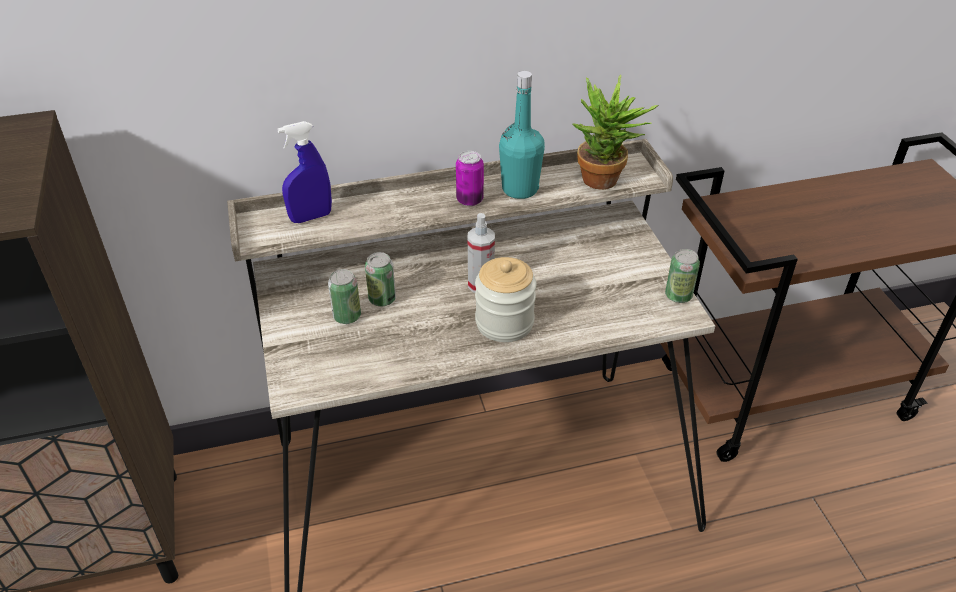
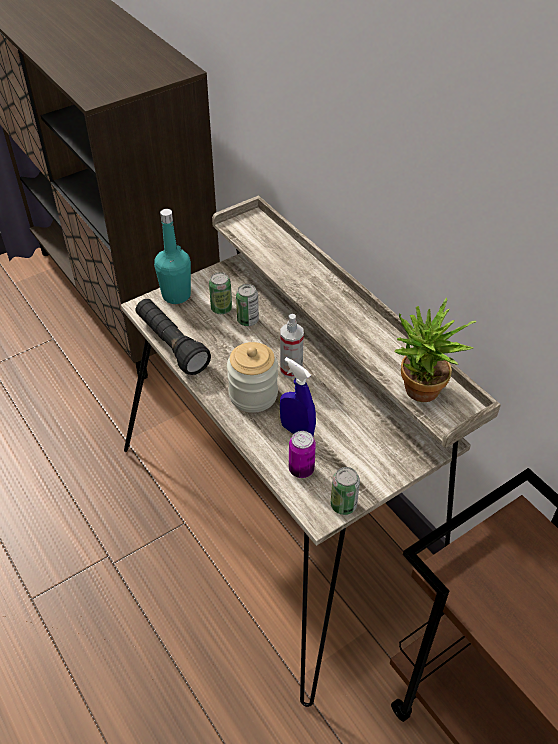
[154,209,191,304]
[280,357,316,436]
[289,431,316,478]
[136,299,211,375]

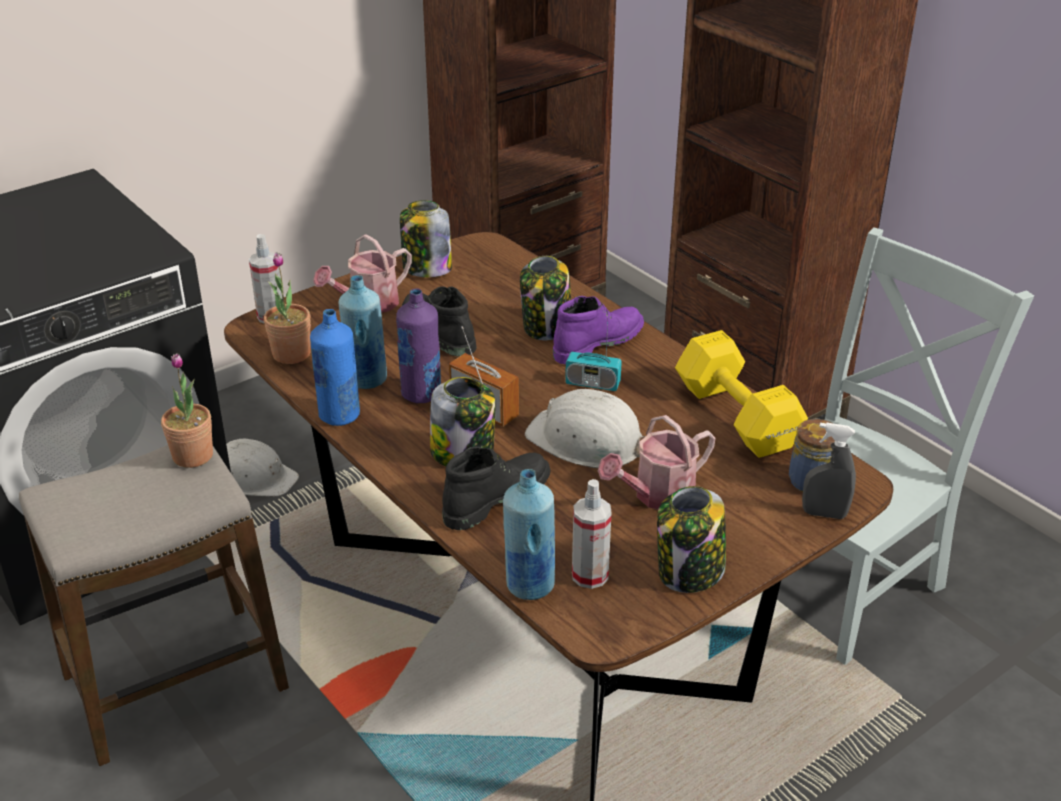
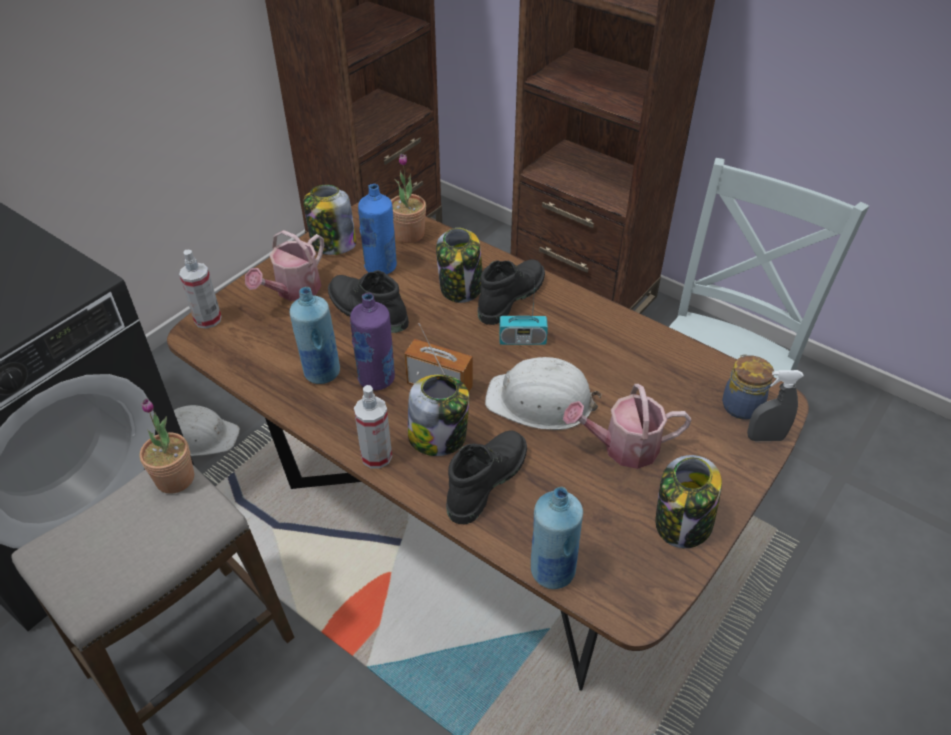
[391,154,426,243]
[478,259,545,325]
[358,184,397,274]
[675,330,808,458] (first image)
[563,384,691,469]
[354,385,392,468]

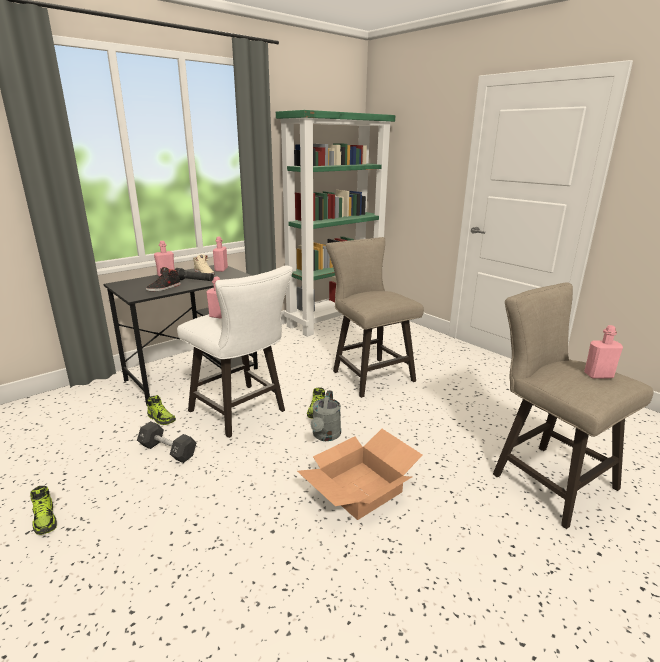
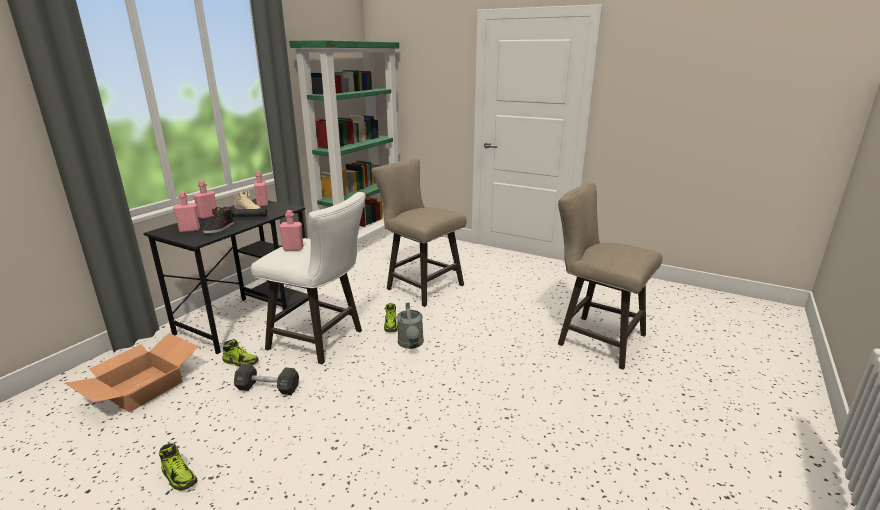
[173,191,200,232]
[65,333,199,413]

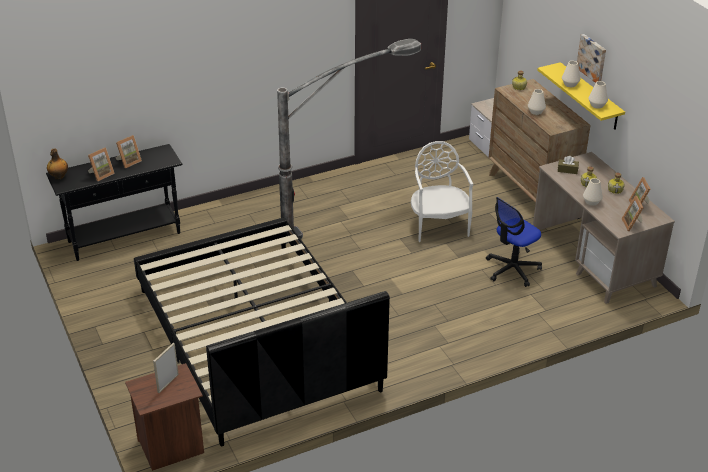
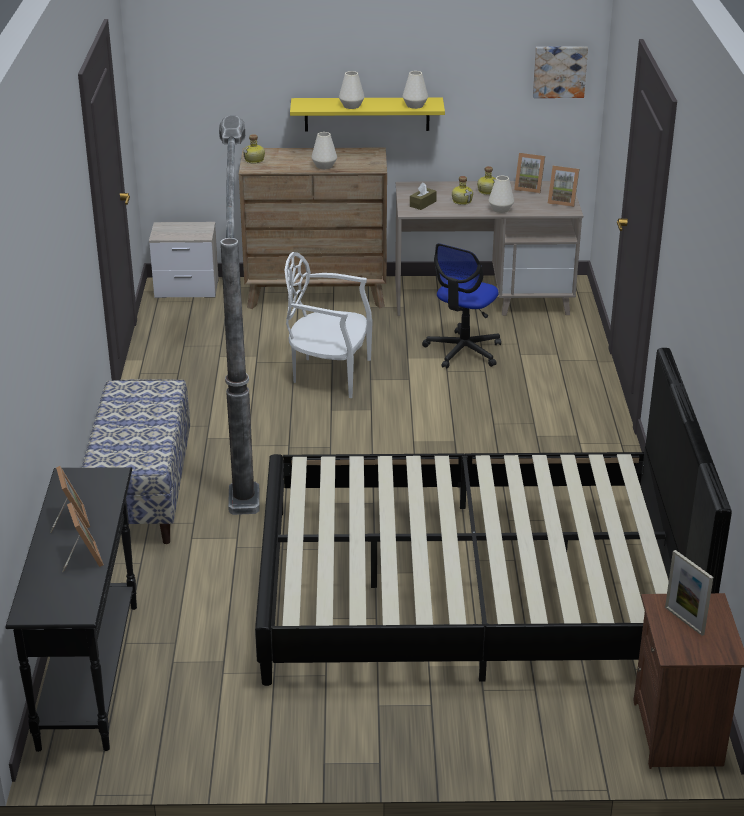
[533,46,588,98]
[47,148,68,179] (first image)
[422,243,501,368]
[82,379,190,544]

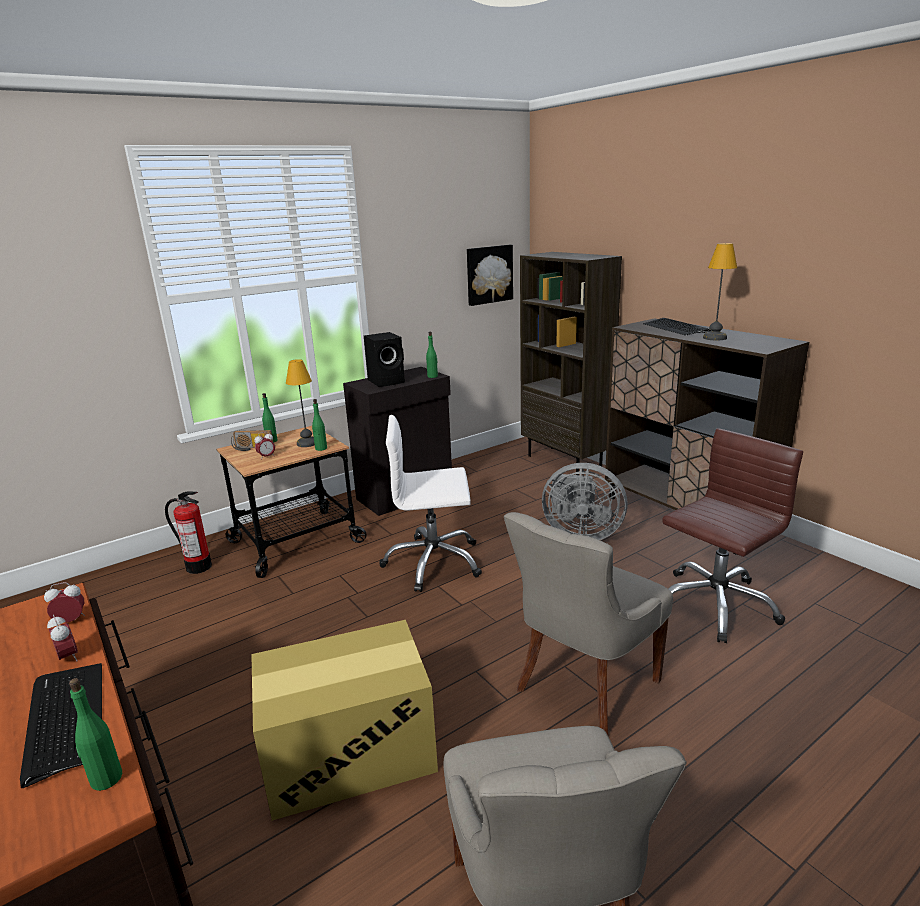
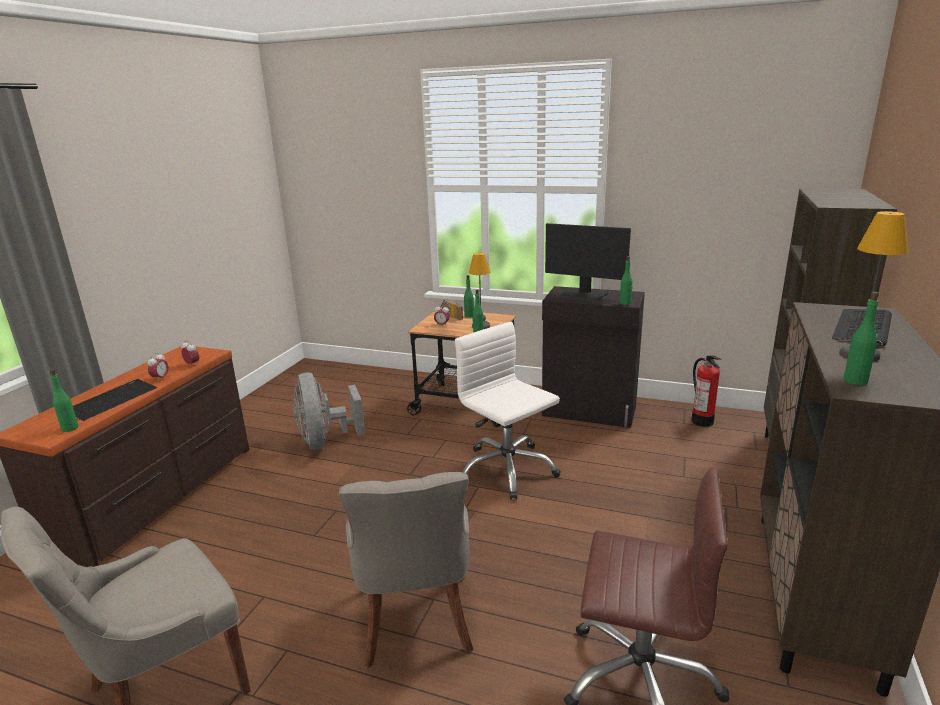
[467,245,513,306] (first image)
[545,223,631,302]
[293,372,365,450]
[692,355,722,427]
[339,472,473,668]
[251,620,438,821] (first image)
[843,292,879,385]

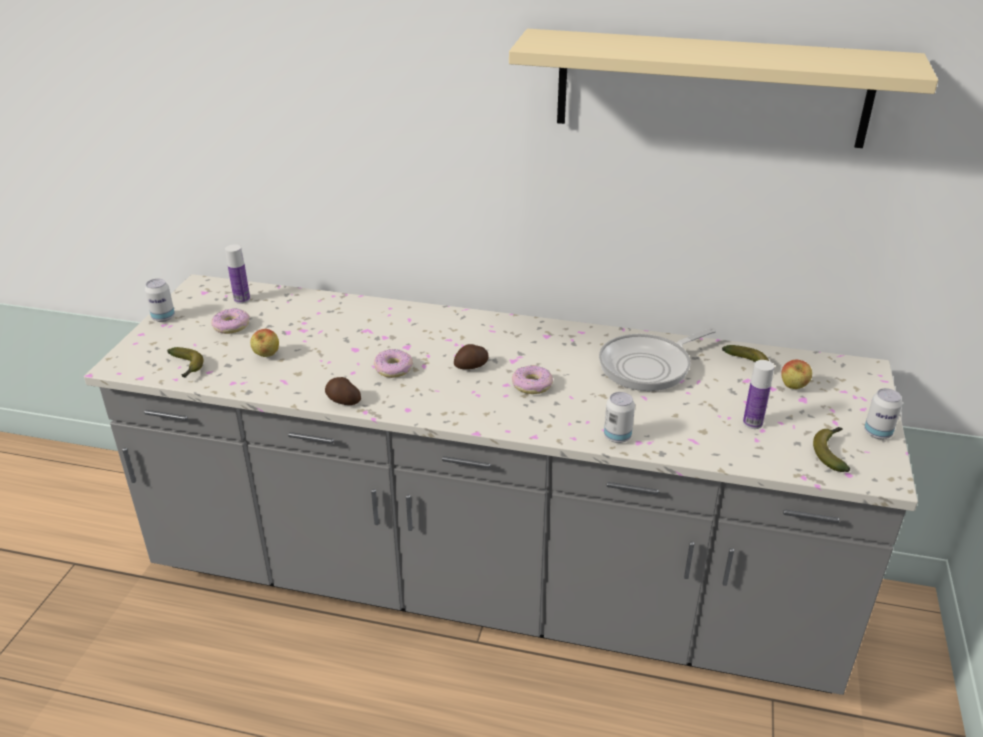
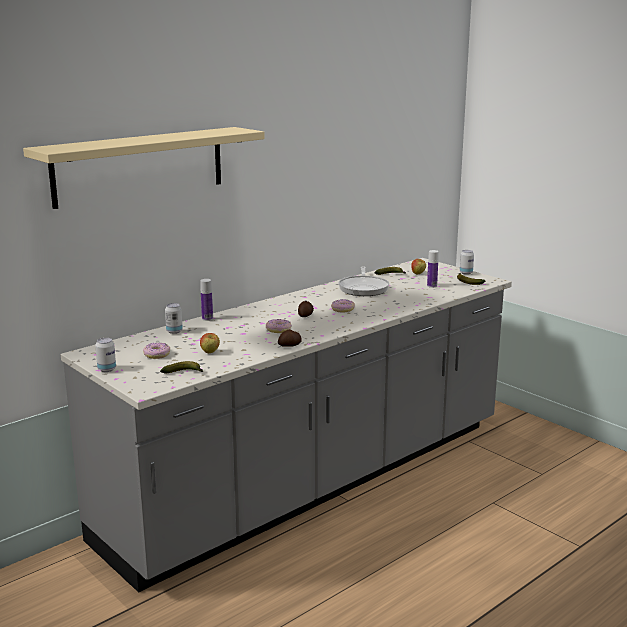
[23,127,265,209]
[200,279,213,321]
[165,303,183,334]

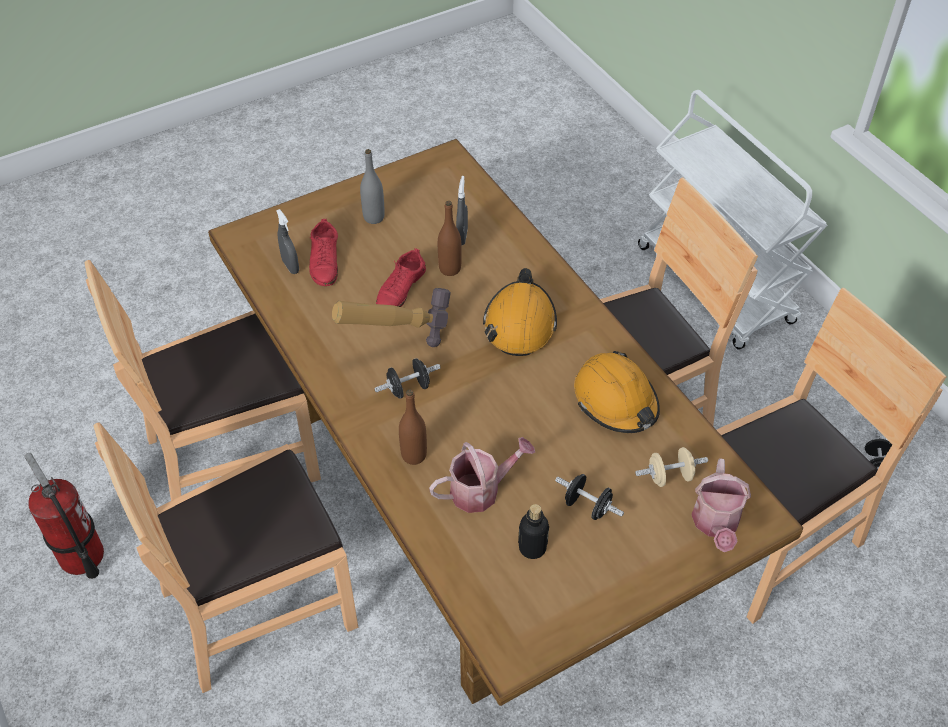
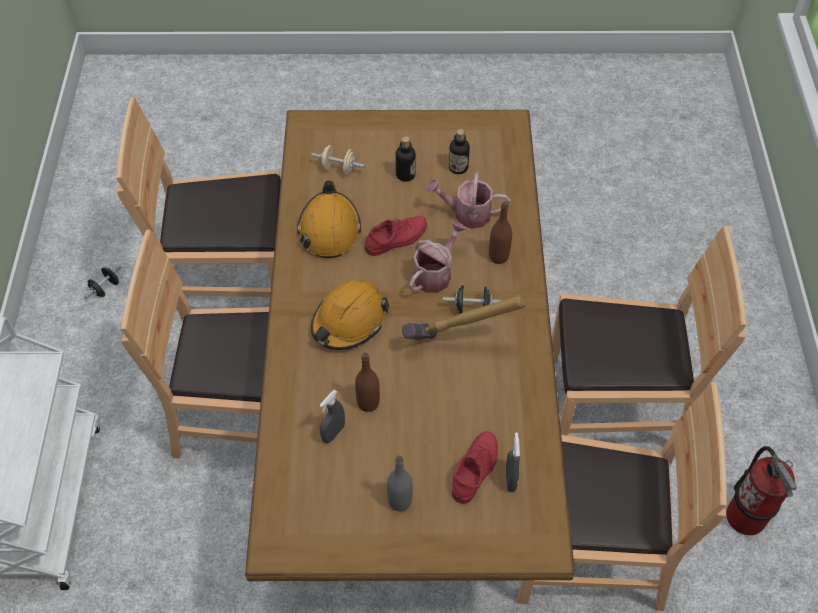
[365,216,427,256]
[409,221,467,293]
[396,136,416,182]

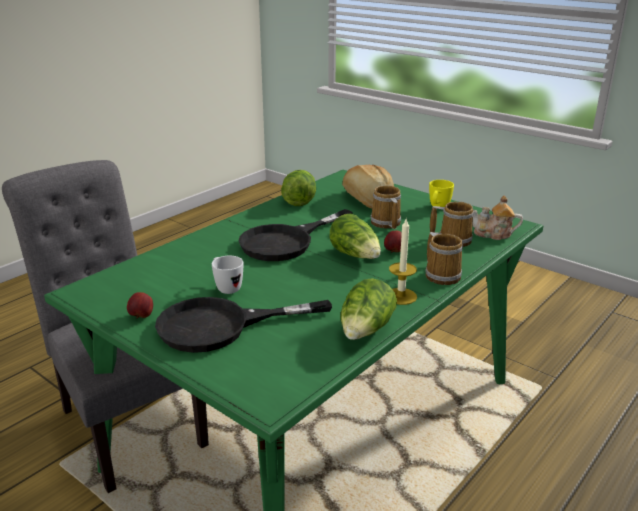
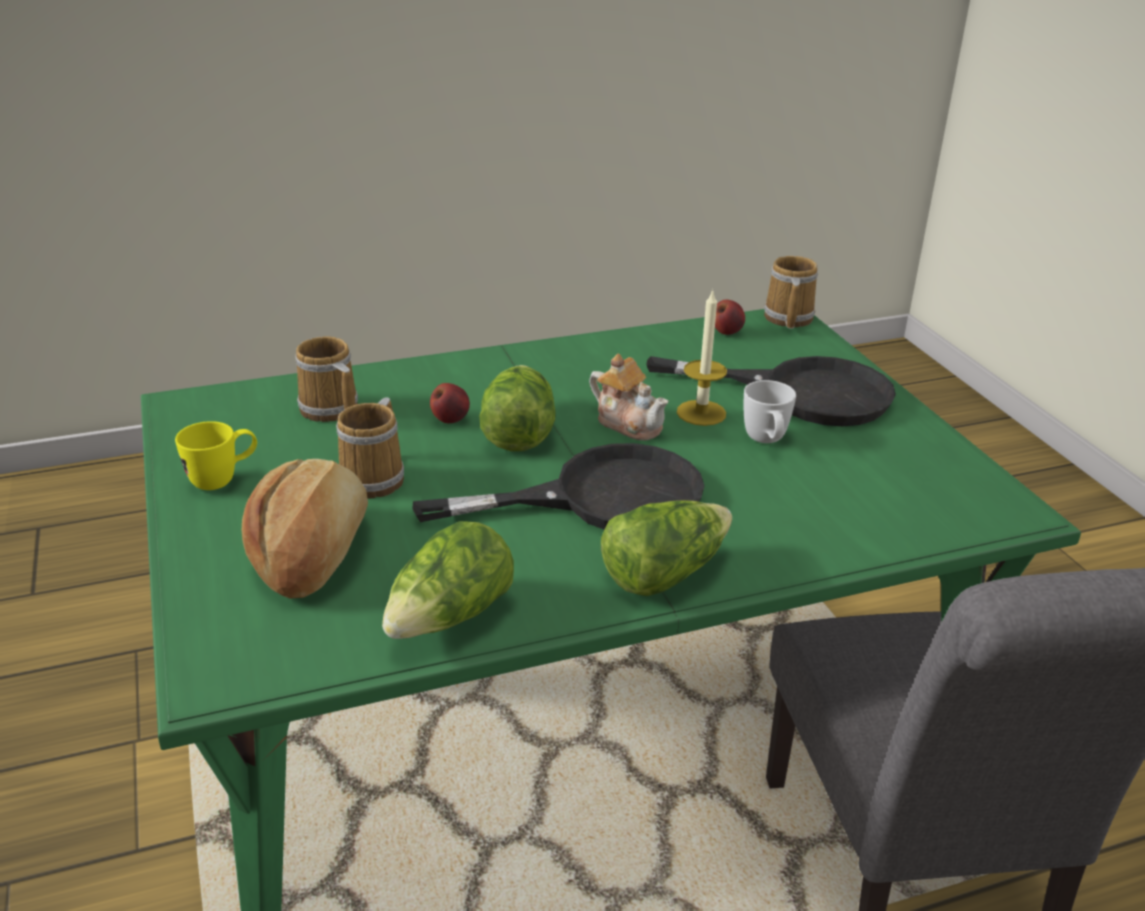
[589,354,669,441]
[677,289,727,426]
[764,256,818,329]
[601,500,732,596]
[715,299,745,335]

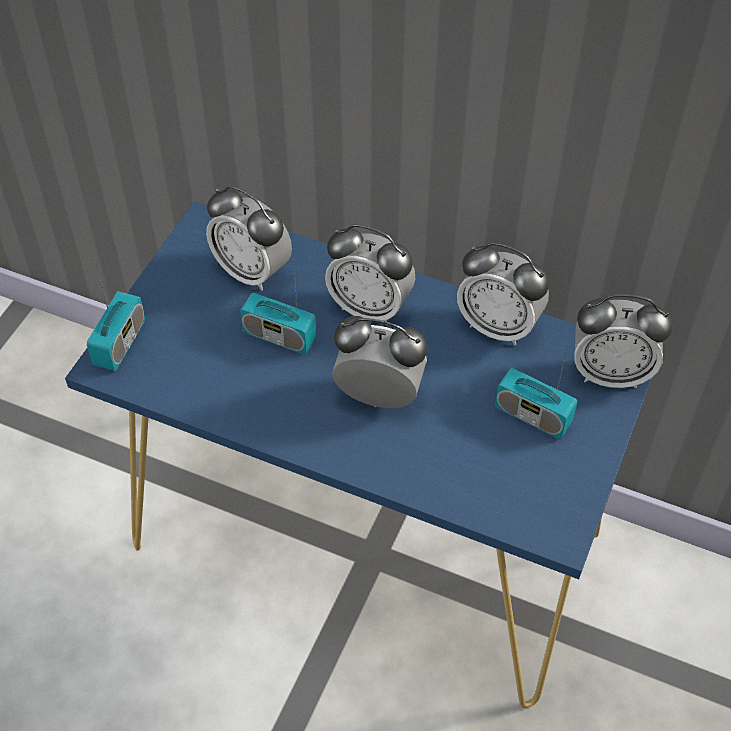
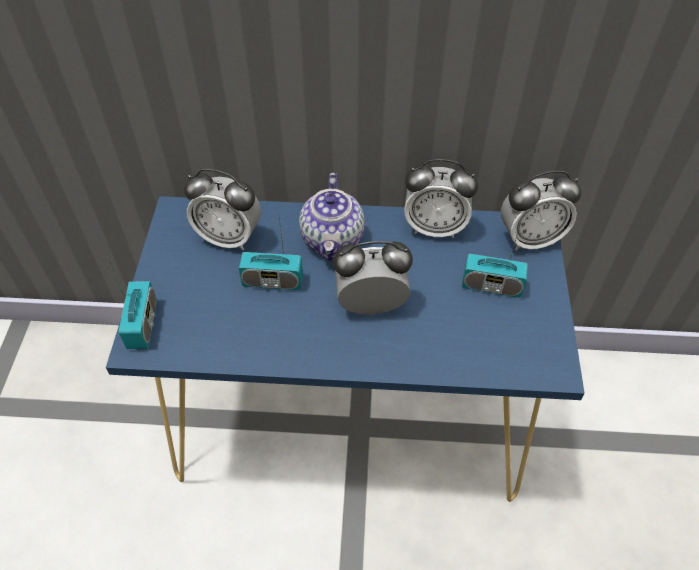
[299,173,365,262]

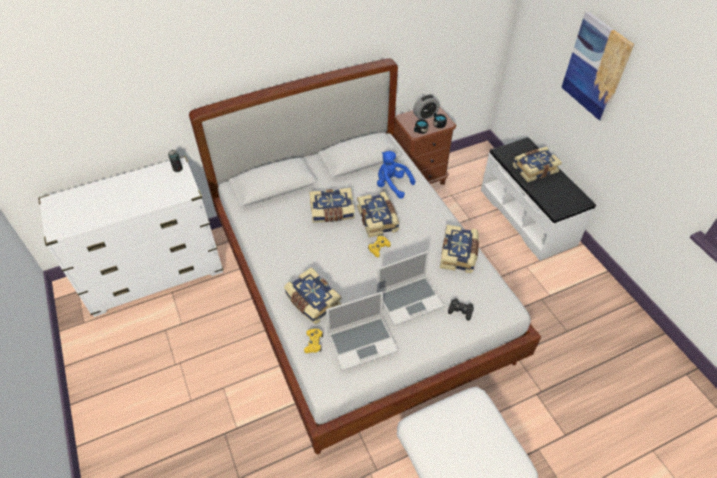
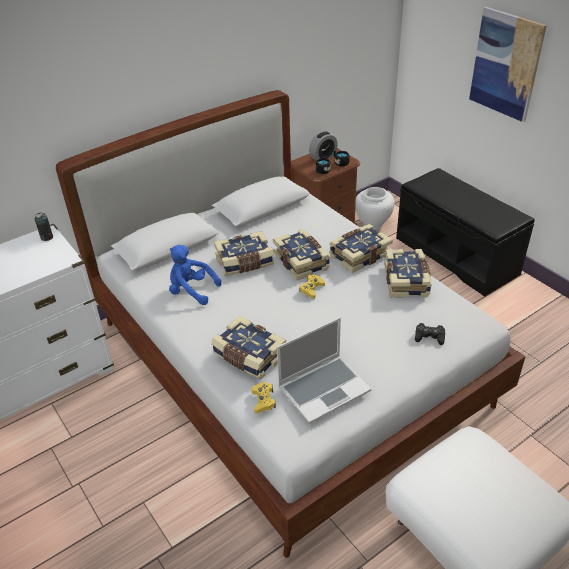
[396,168,535,297]
[329,224,393,273]
[169,245,221,305]
[377,251,445,326] (first image)
[355,187,395,230]

